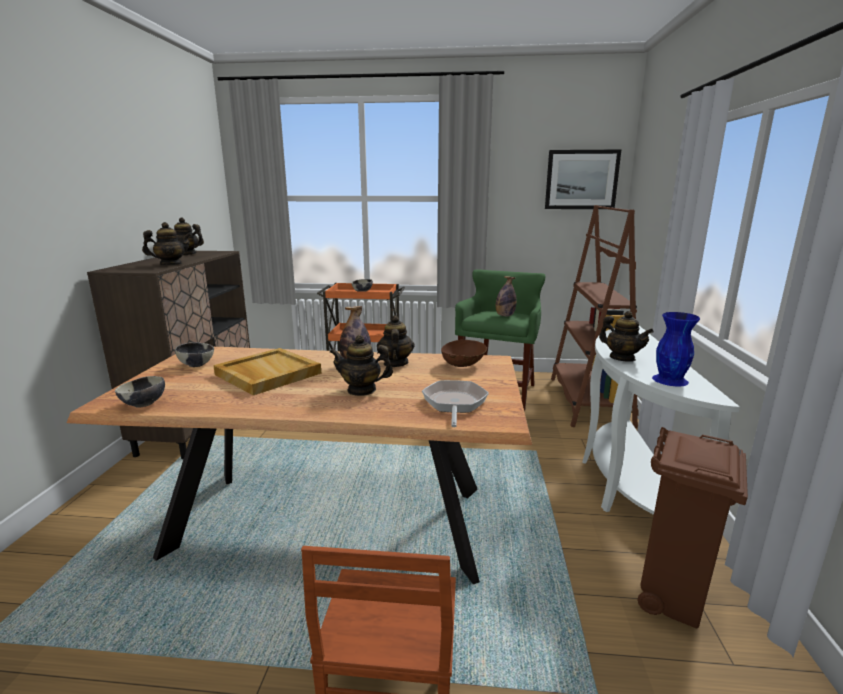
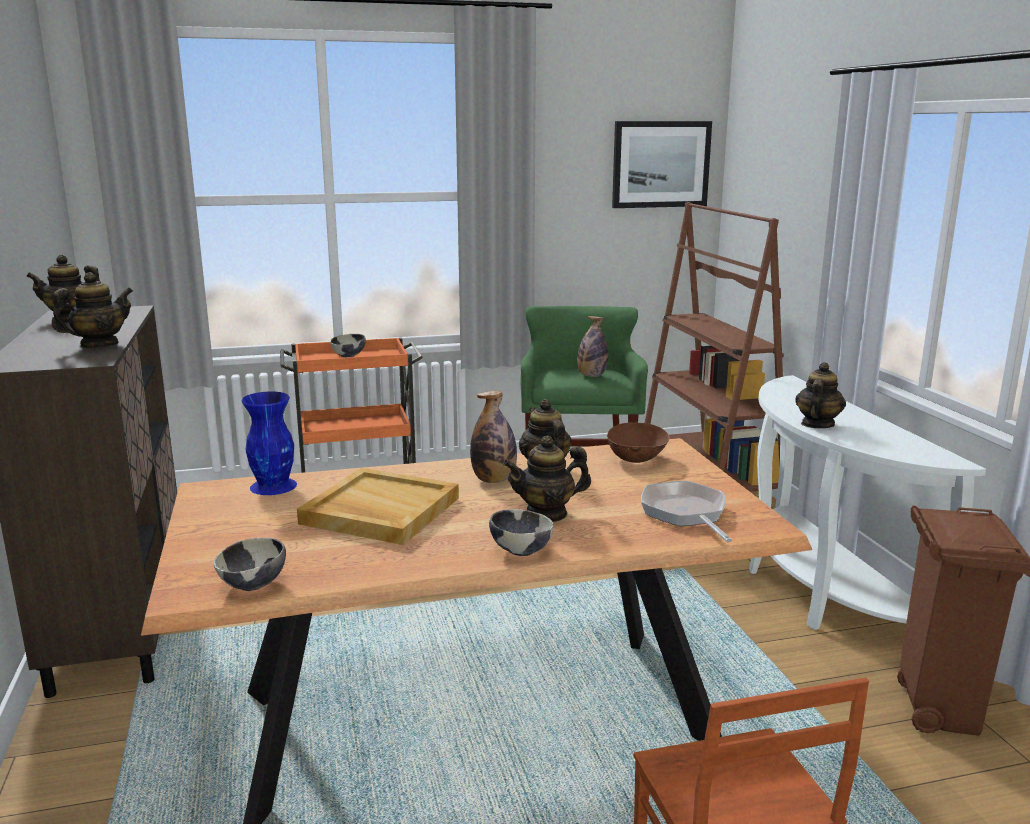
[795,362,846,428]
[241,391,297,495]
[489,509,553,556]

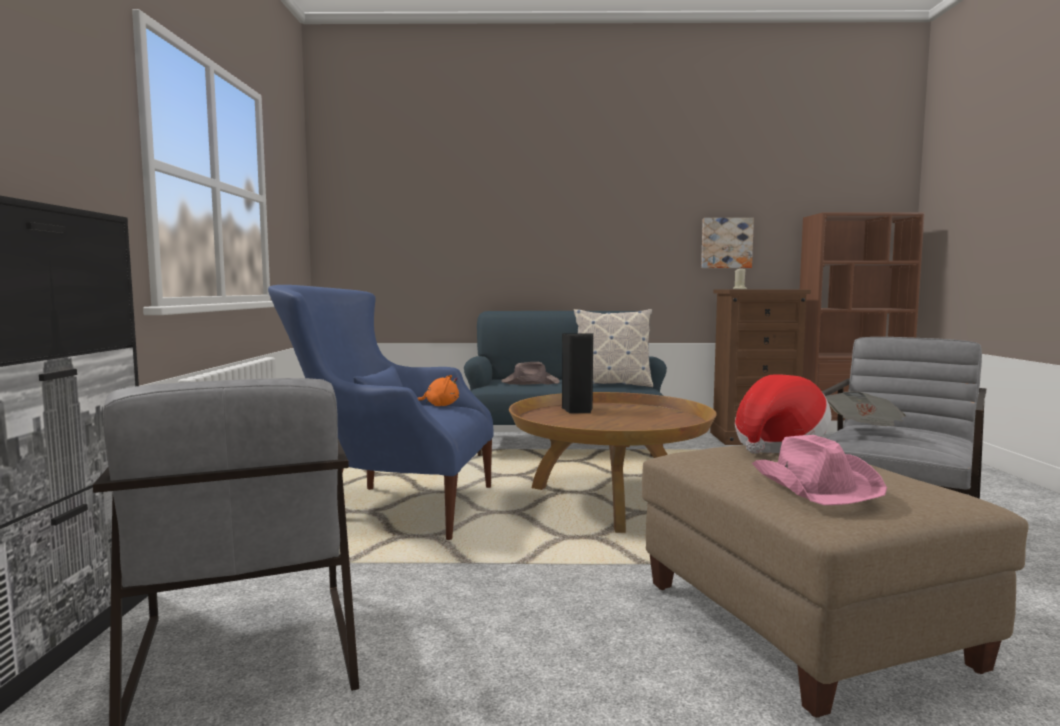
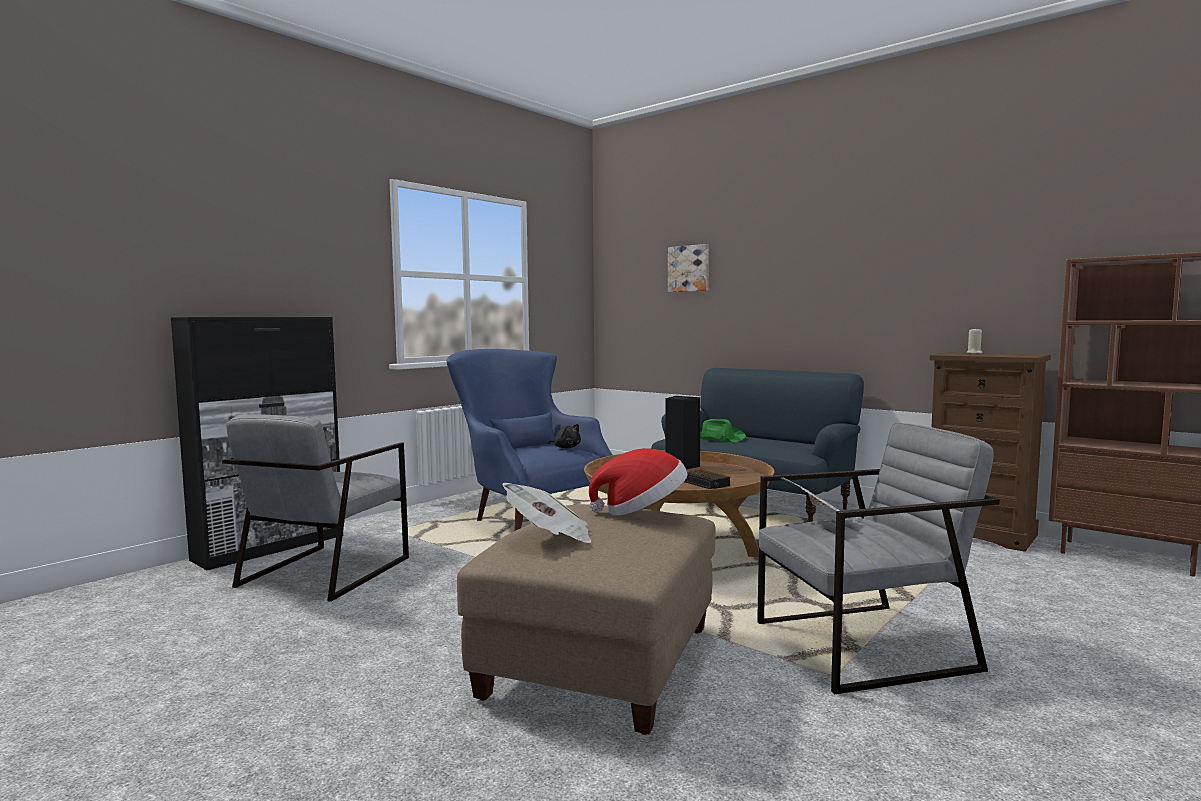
[668,244,709,292]
[574,309,653,388] (first image)
[700,419,746,442]
[549,424,581,448]
[502,483,591,543]
[684,470,730,489]

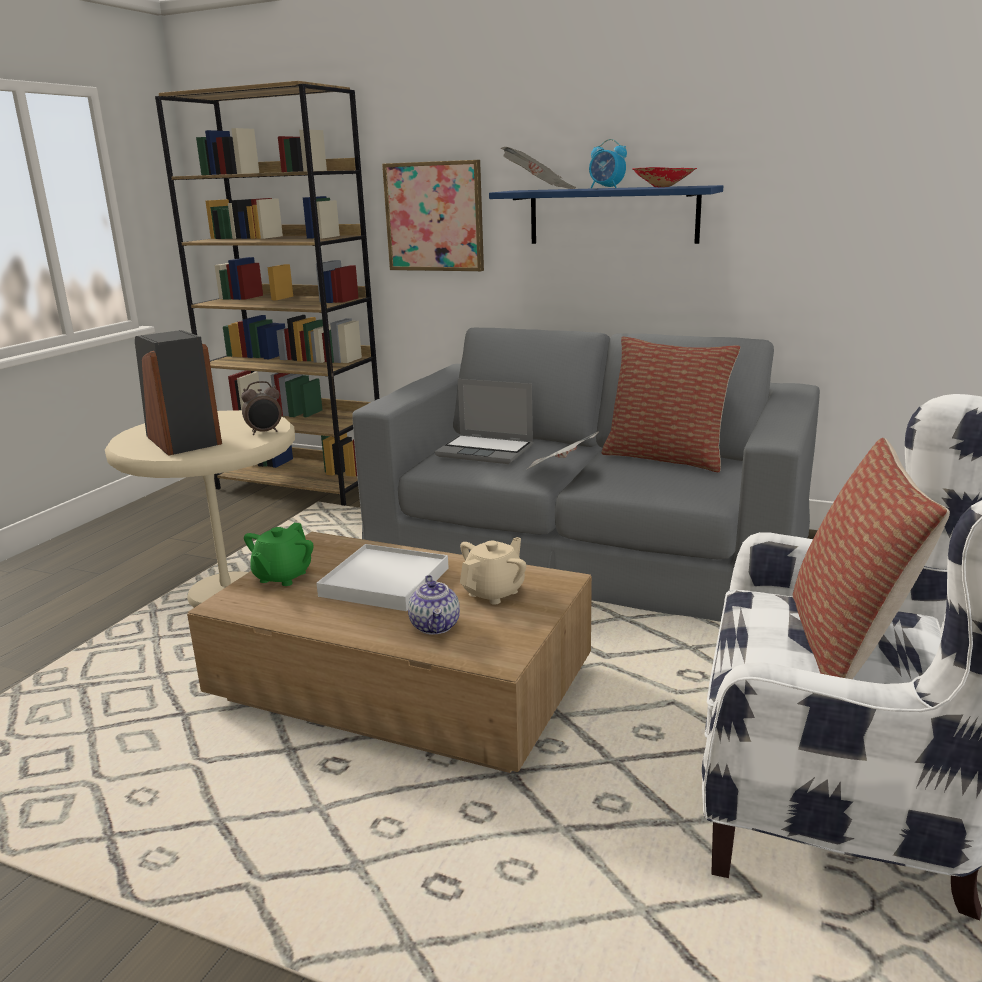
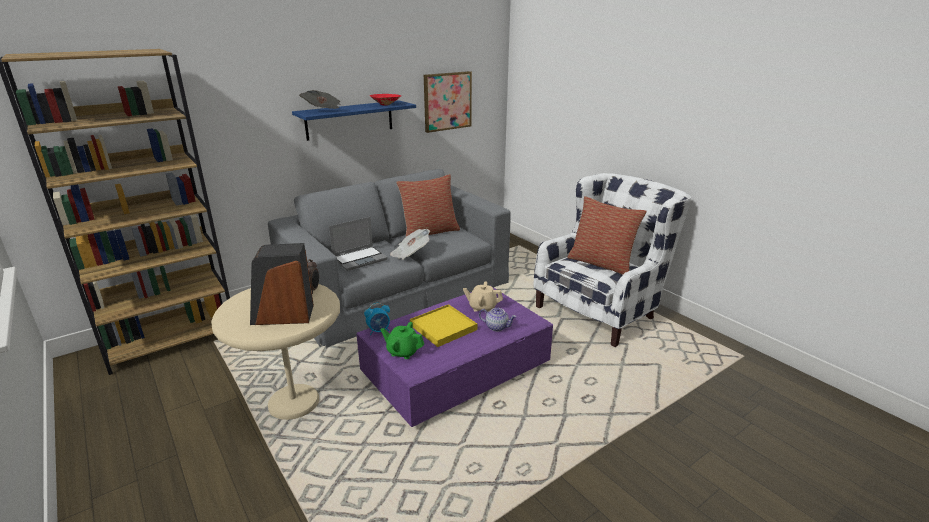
[364,303,390,335]
[424,71,472,133]
[380,322,424,359]
[356,286,553,427]
[463,282,503,312]
[410,304,477,347]

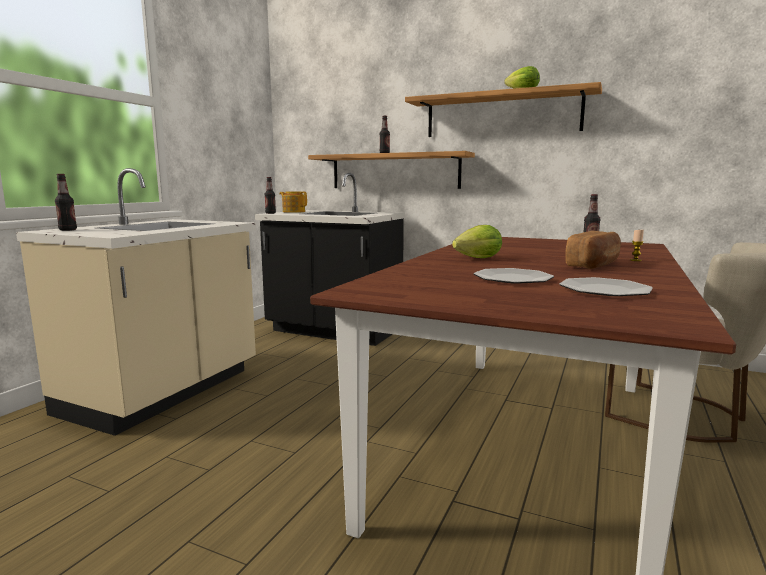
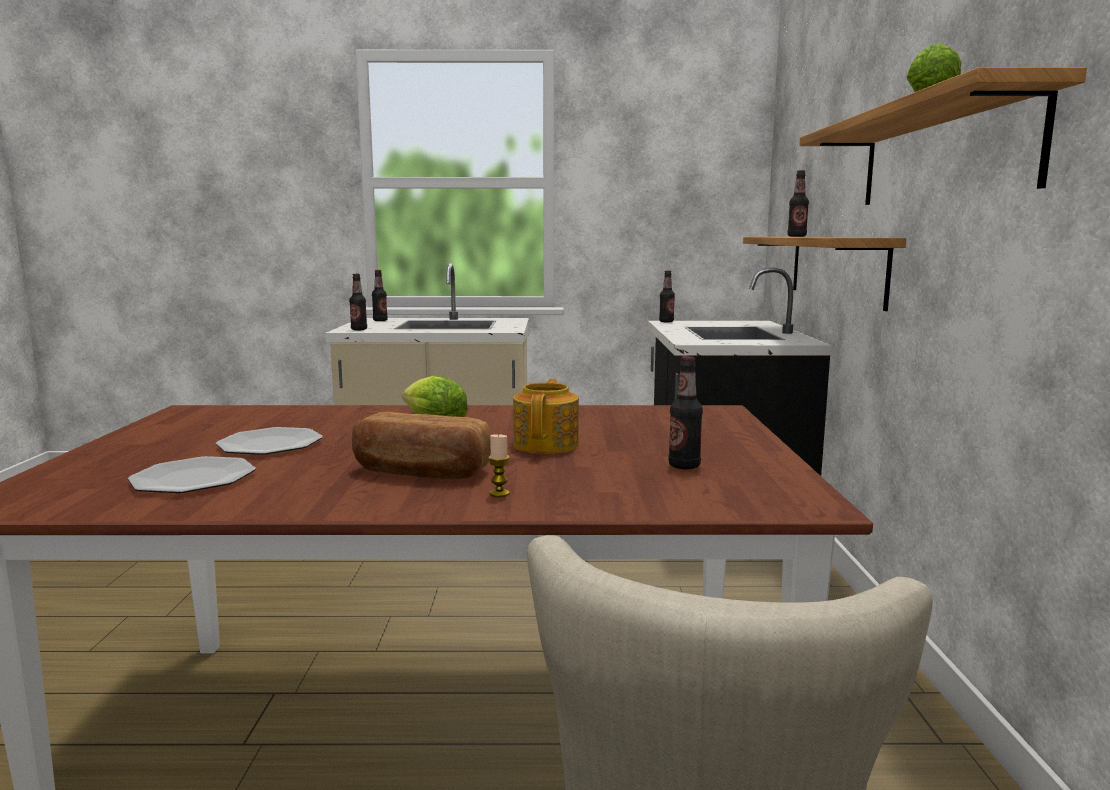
[513,379,579,454]
[349,274,367,330]

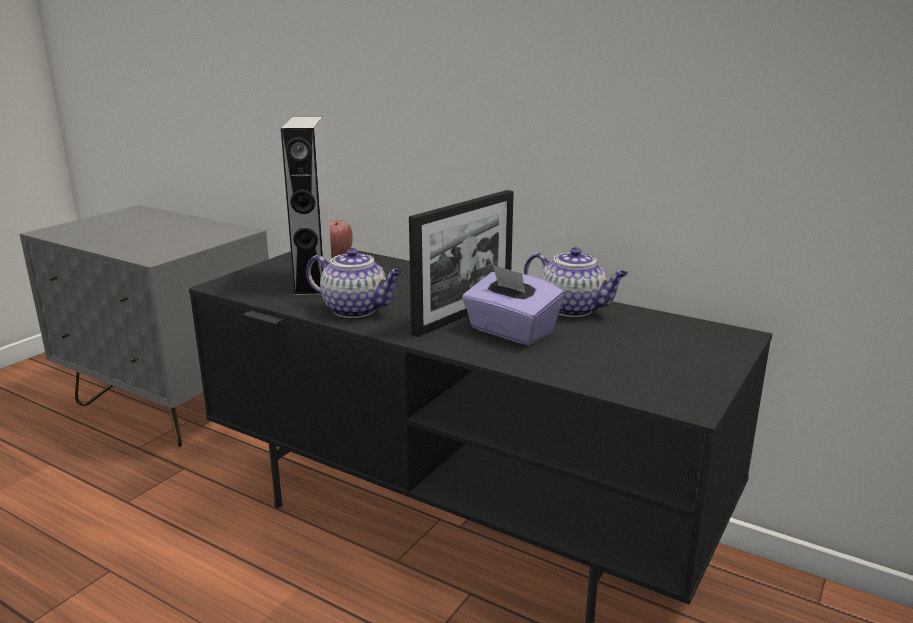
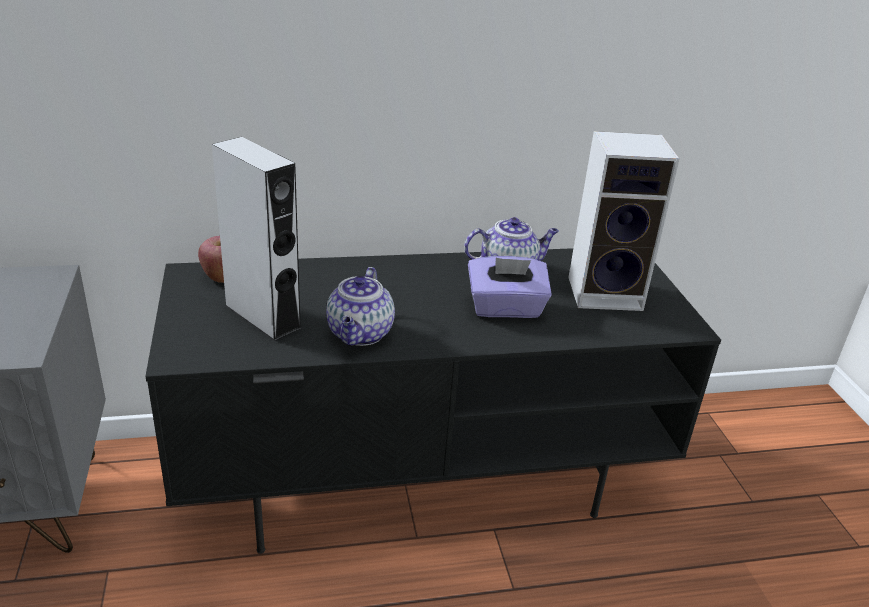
[409,190,514,337] (first image)
[326,267,395,346]
[568,131,679,311]

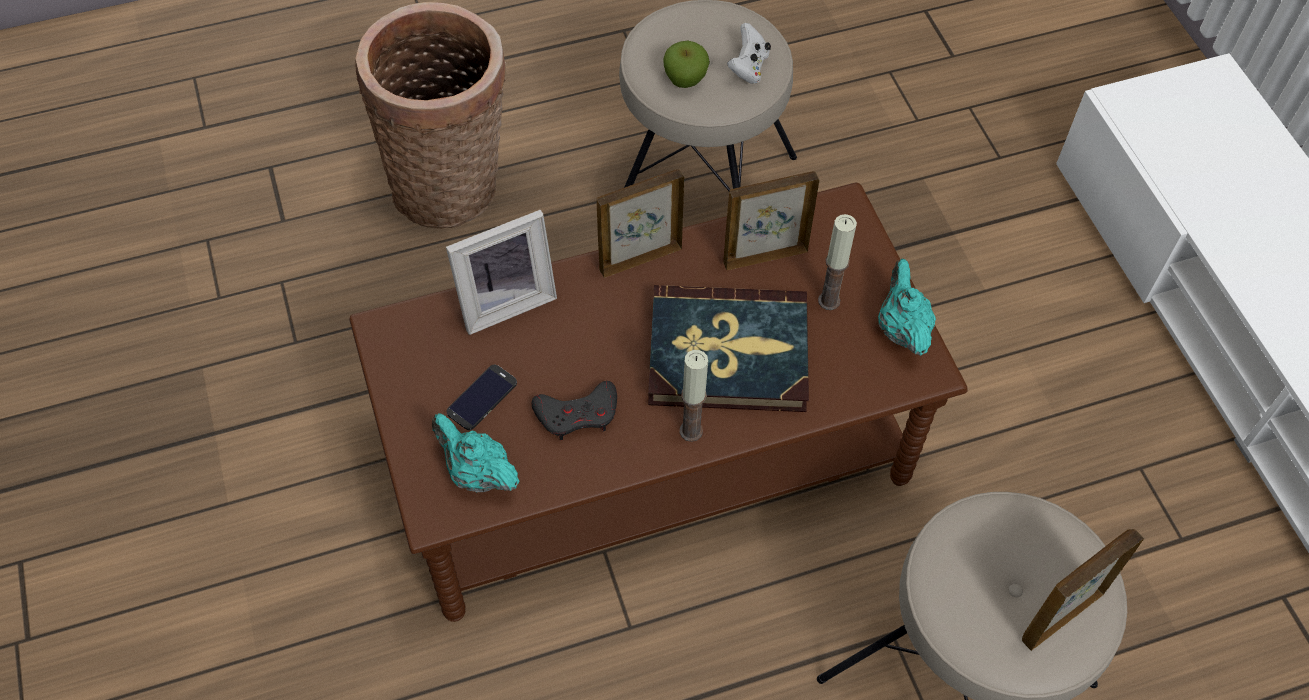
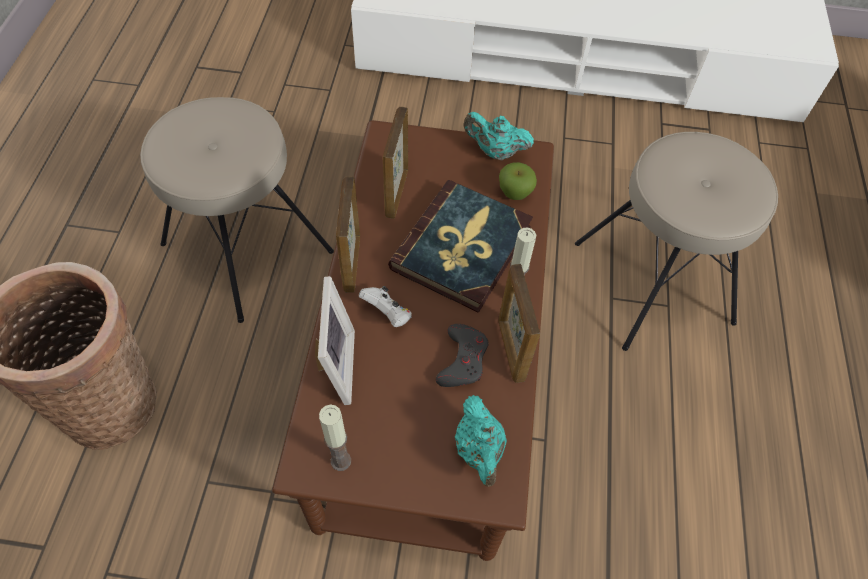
[359,286,412,327]
[499,162,537,200]
[319,404,351,471]
[447,365,517,430] (first image)
[455,395,507,487]
[498,264,540,383]

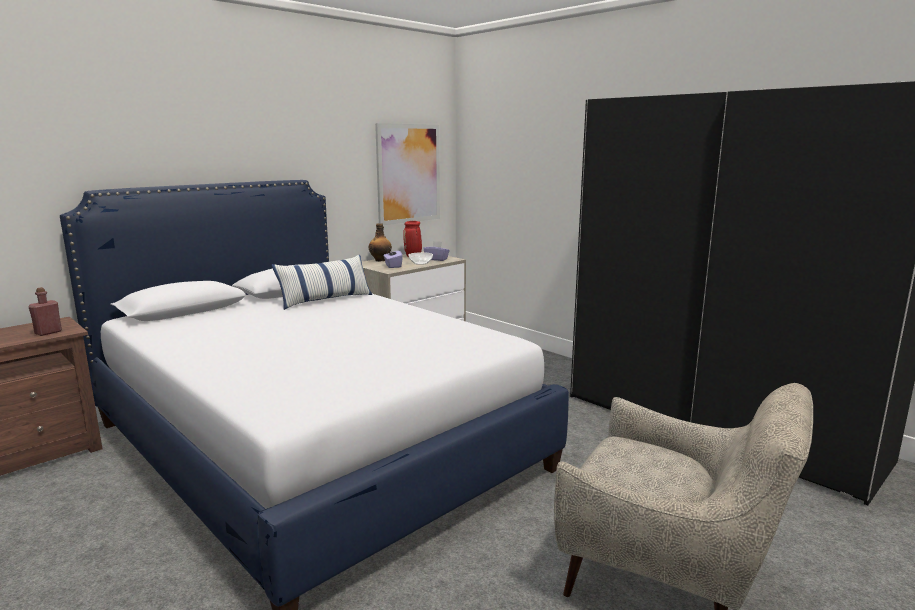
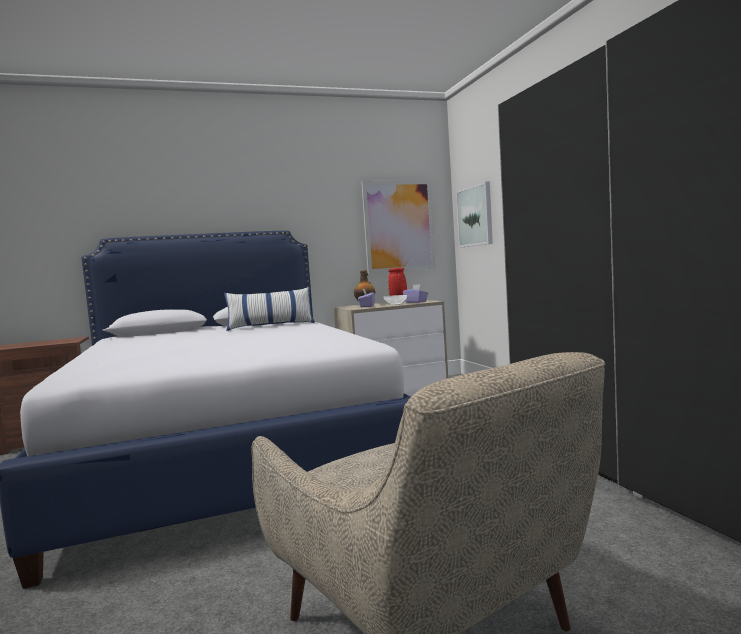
[28,287,62,336] (first image)
[456,181,493,248]

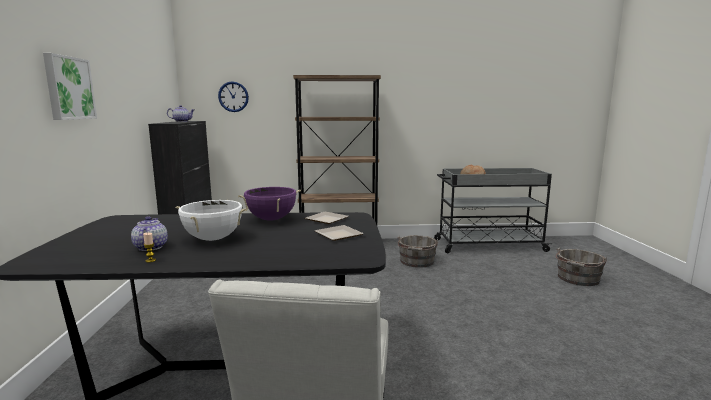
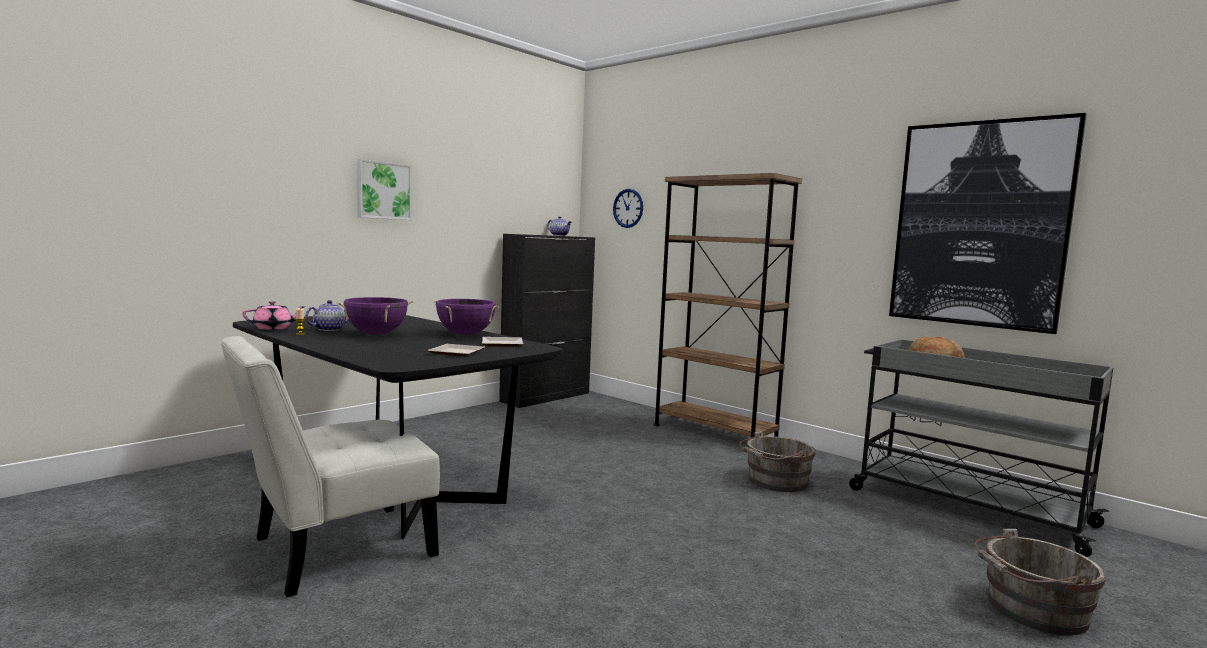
[337,297,414,335]
[889,113,1087,334]
[243,301,304,330]

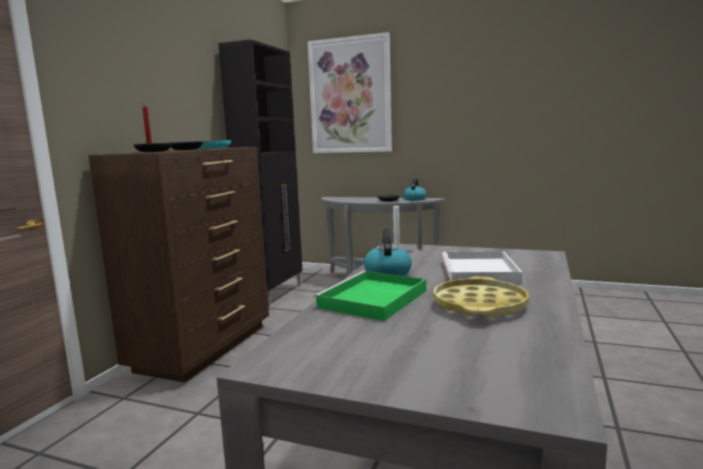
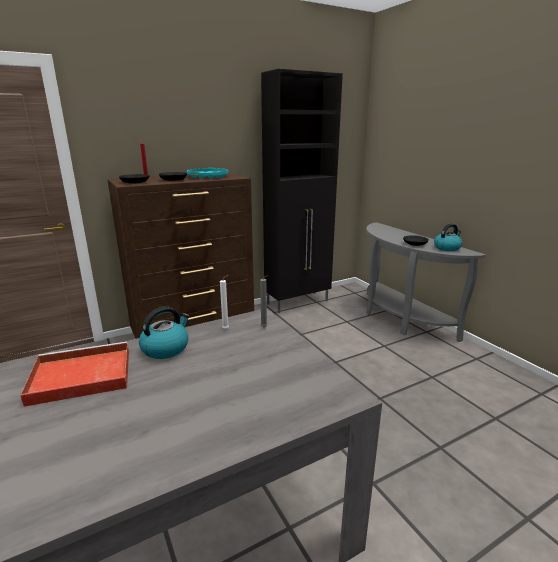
[308,32,392,153] (first image)
[441,251,522,284] (first image)
[20,341,129,407]
[433,276,529,318] (first image)

